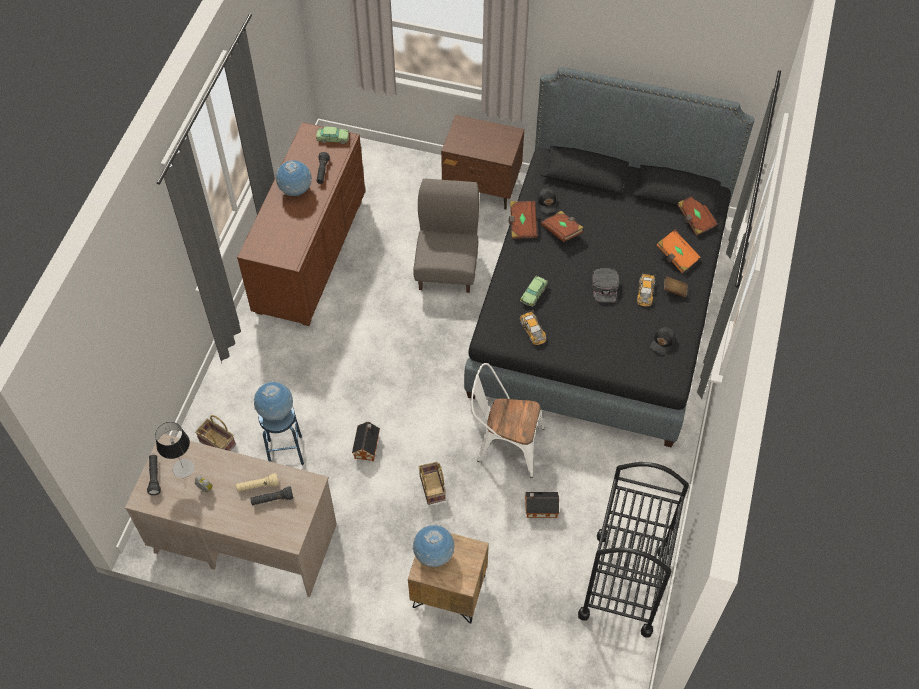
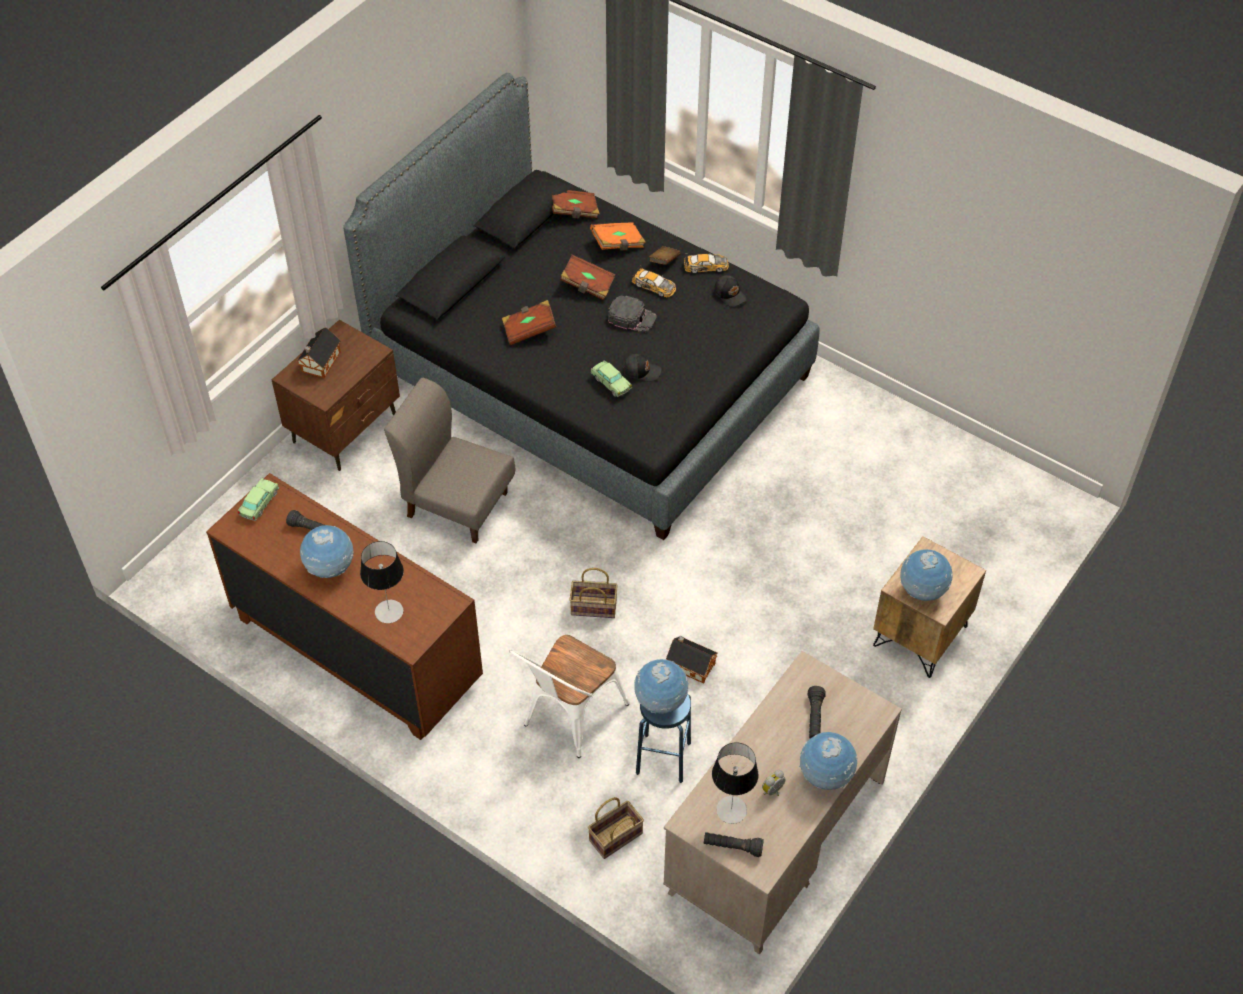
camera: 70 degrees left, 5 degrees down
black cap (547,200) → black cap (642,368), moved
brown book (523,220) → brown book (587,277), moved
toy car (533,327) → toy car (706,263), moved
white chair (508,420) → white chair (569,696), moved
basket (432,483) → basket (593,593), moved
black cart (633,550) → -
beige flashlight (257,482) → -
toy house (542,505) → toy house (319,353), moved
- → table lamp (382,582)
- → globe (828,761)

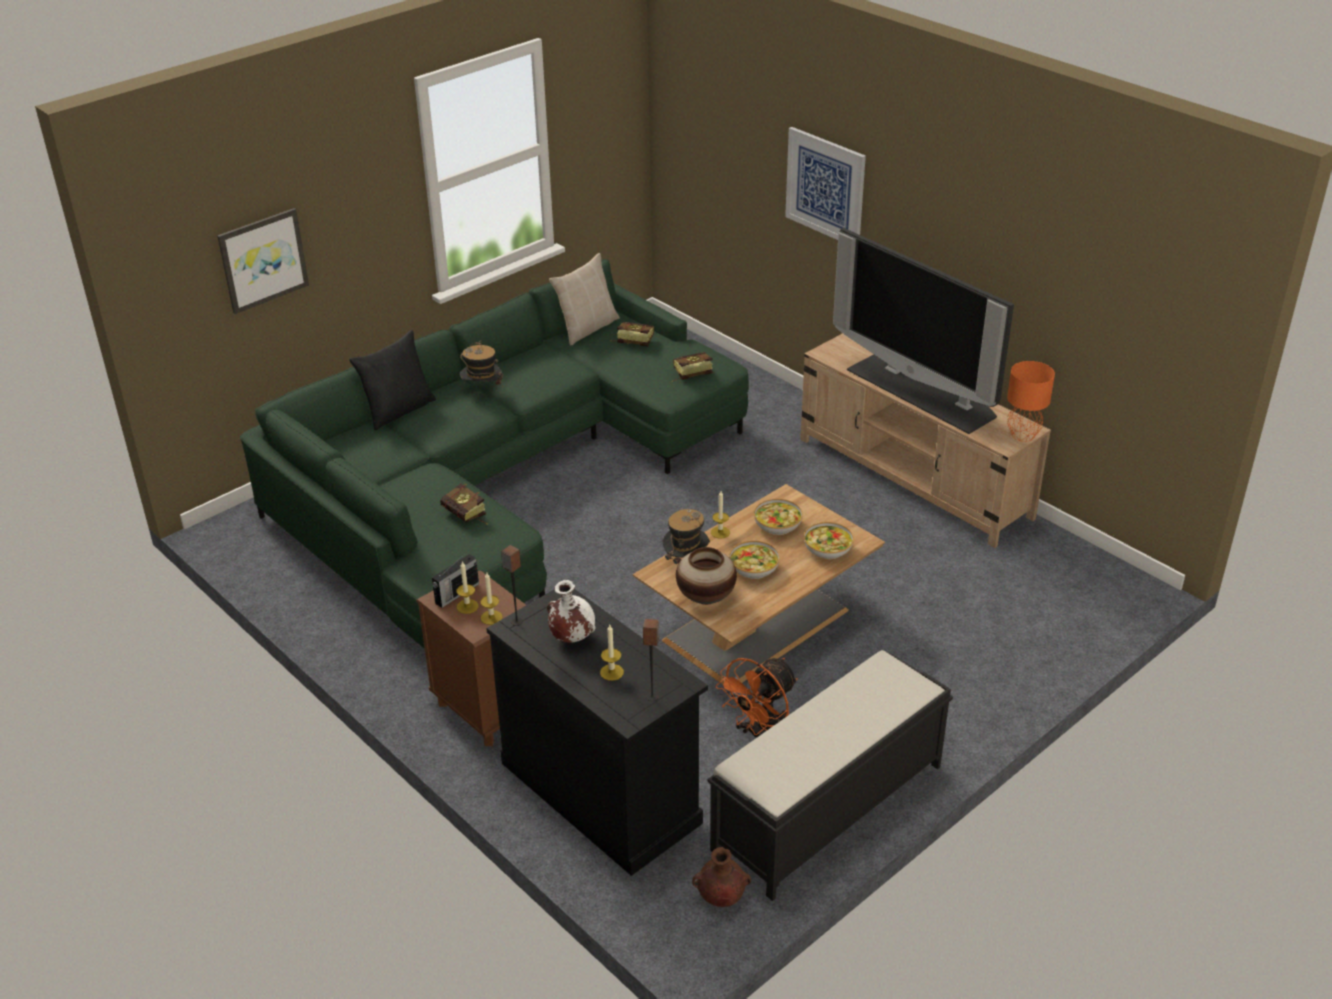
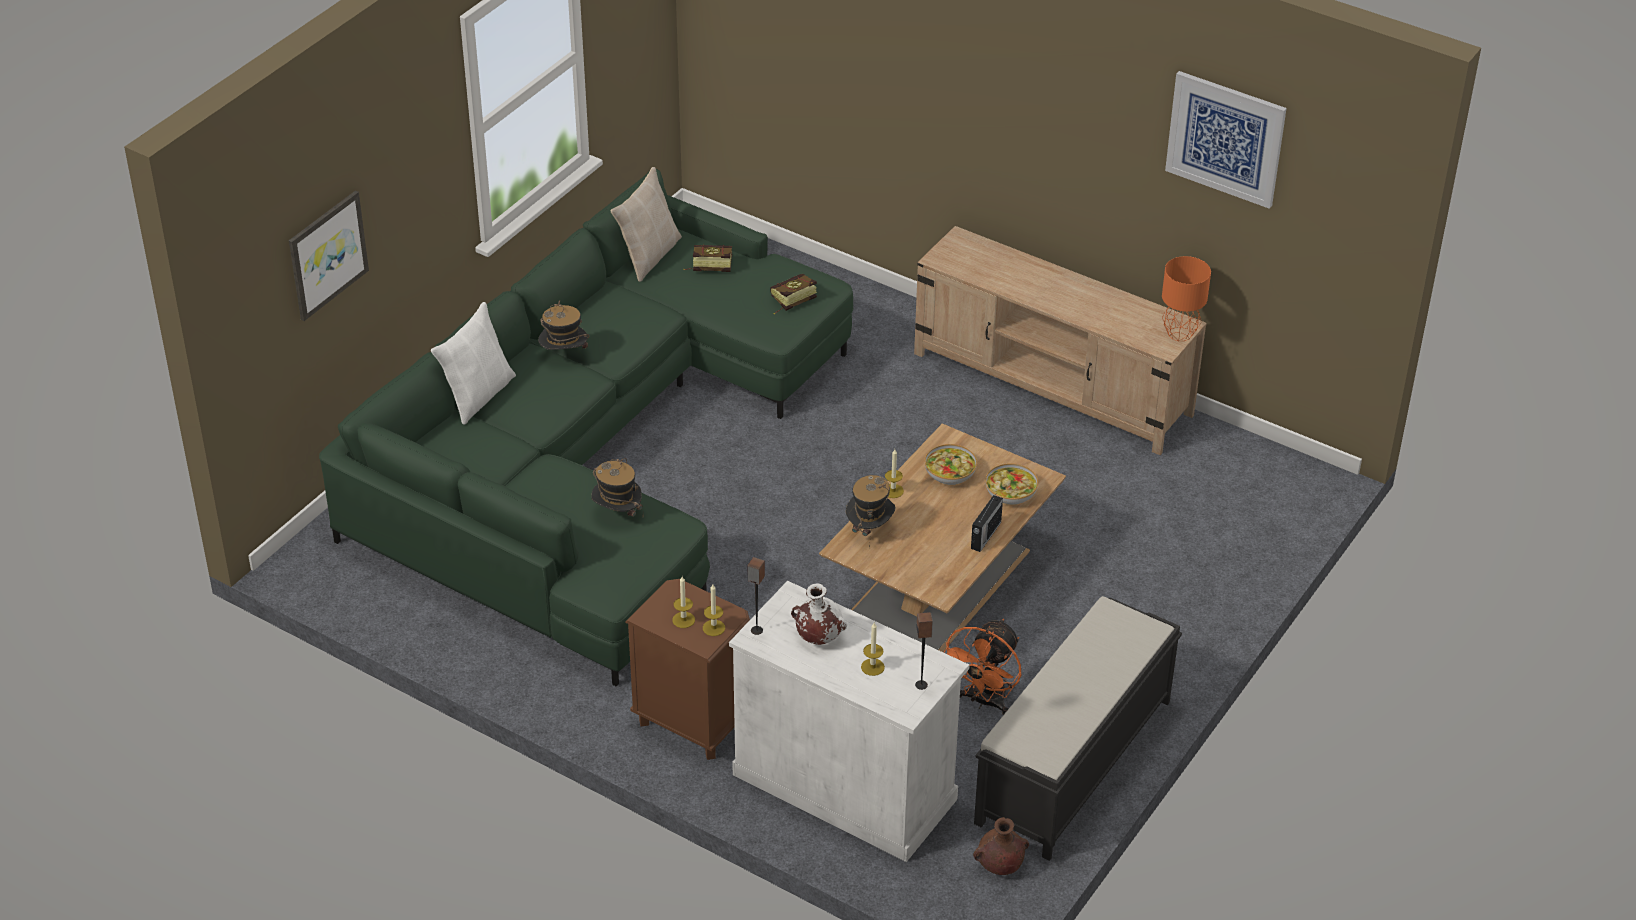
camera: 15 degrees left, 5 degrees up
picture (825,183) → picture (1226,140), moved
television (923,331) → -
black pillow (392,380) → white pillow (473,363)
book (464,504) → hat (617,487)
bowl (754,560) → -
vase (706,576) → -
radio (455,580) → radio (987,523), moved
black cabinet (597,732) → white cabinet (849,721)

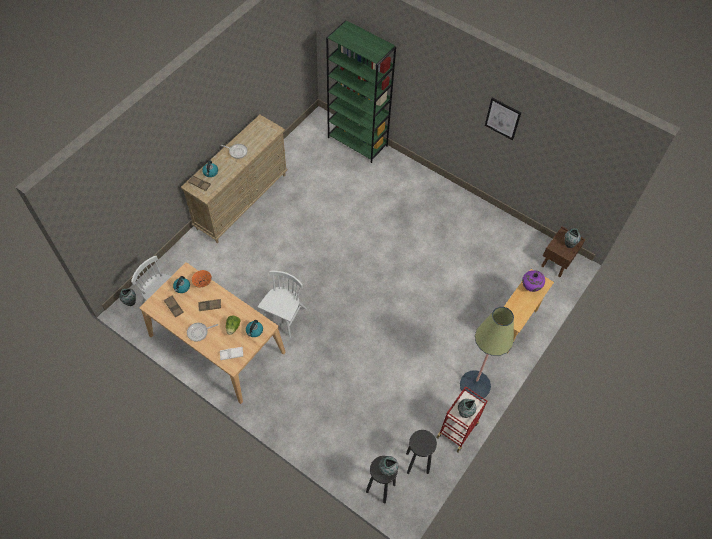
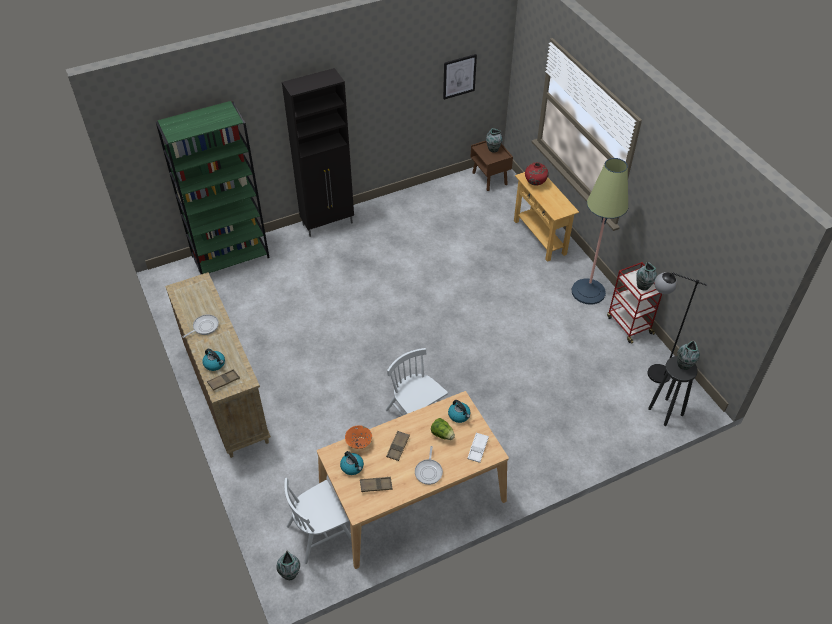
camera: 60 degrees left, 10 degrees down
picture (503,119) → picture (460,77), moved
purple vase (533,281) → red vase (537,174)
black stool (421,452) → black floor lamp (677,327)
- → black cabinet (318,152)

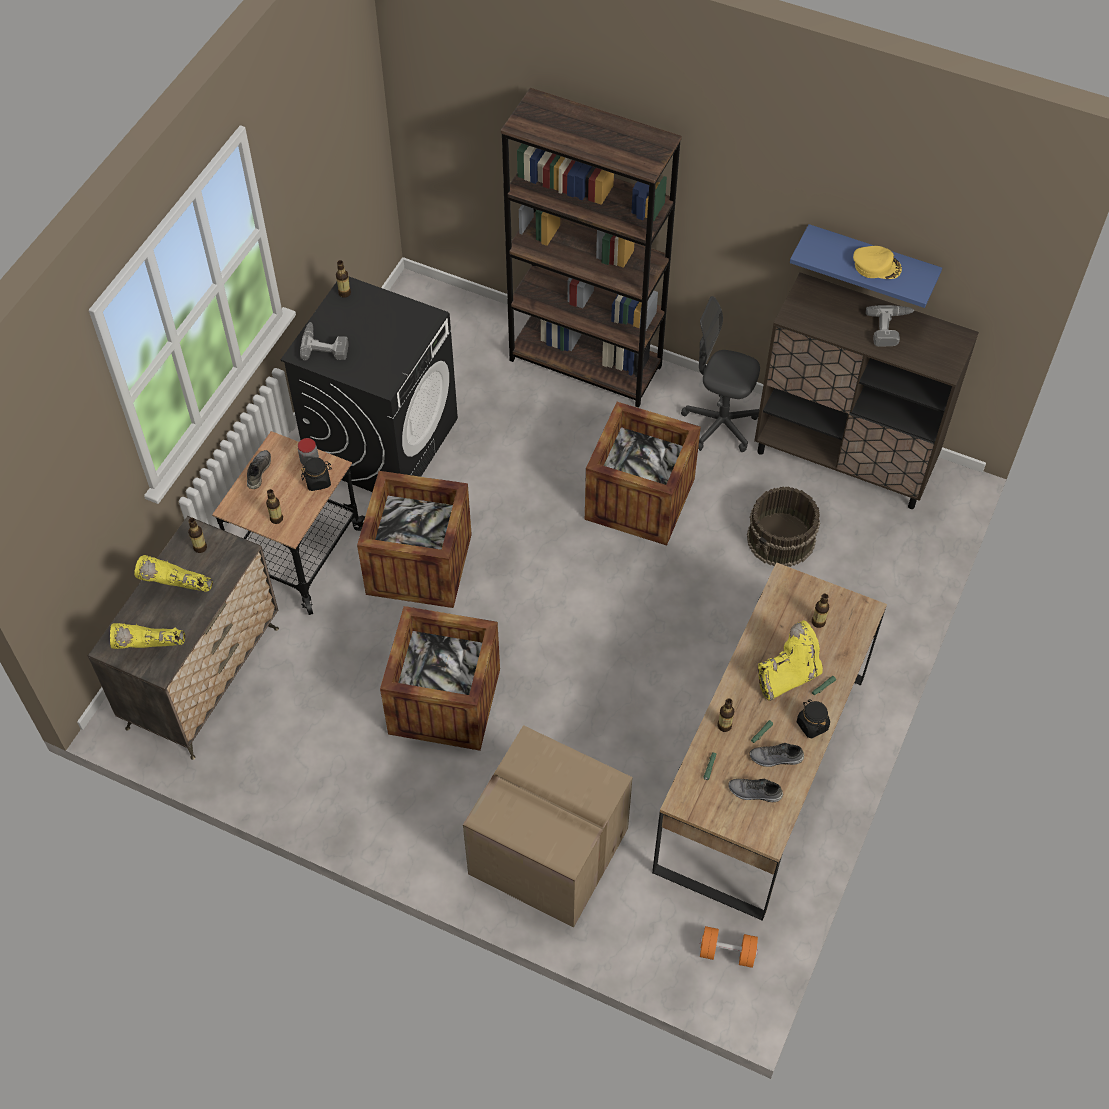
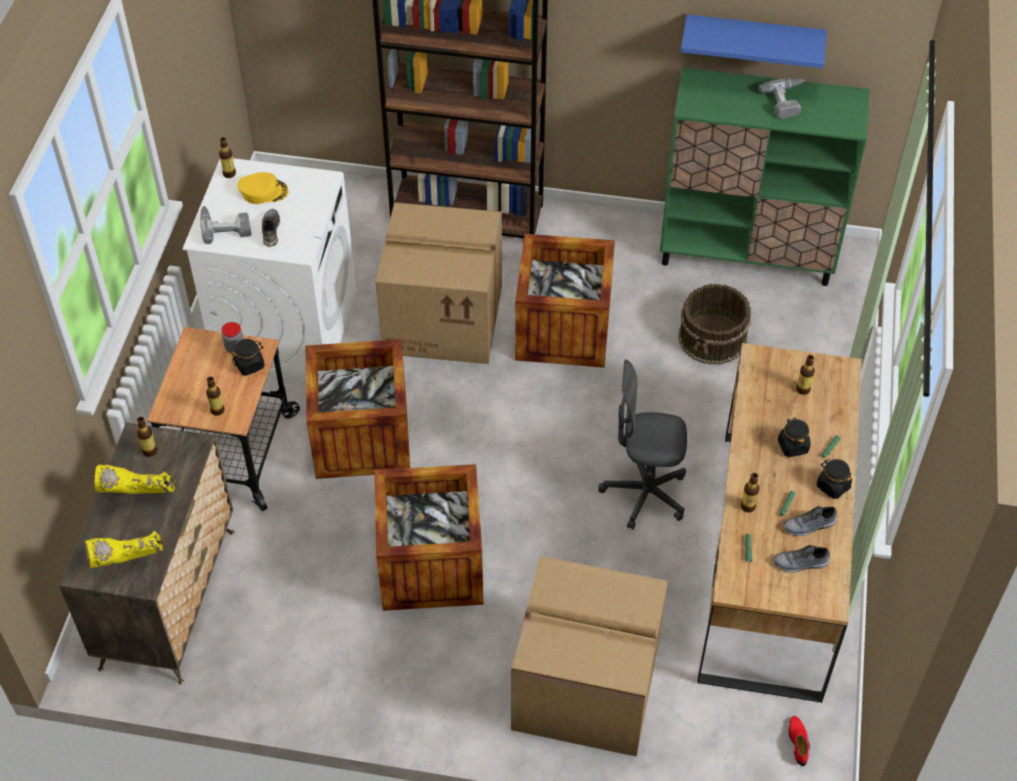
camera: 15 degrees left, 5 degrees down
yellow cap (877,262) → yellow cap (263,188), moved
brown cabinet (866,390) → green cabinet (765,177)
black washing machine (369,384) → white washing machine (269,269)
grey office chair (720,374) → grey office chair (642,444), moved
grey shoe (259,469) → grey shoe (271,228), moved
yellow boot (790,660) → black jar (794,437)
orange dumbbell (729,947) → red shoe (799,741)
- → cardboard box (438,283)

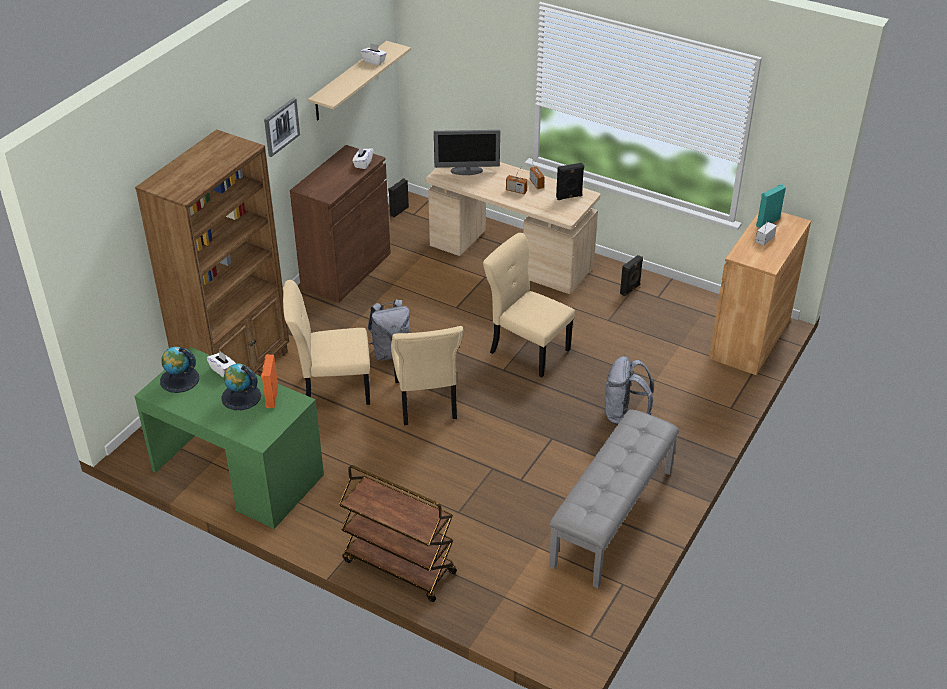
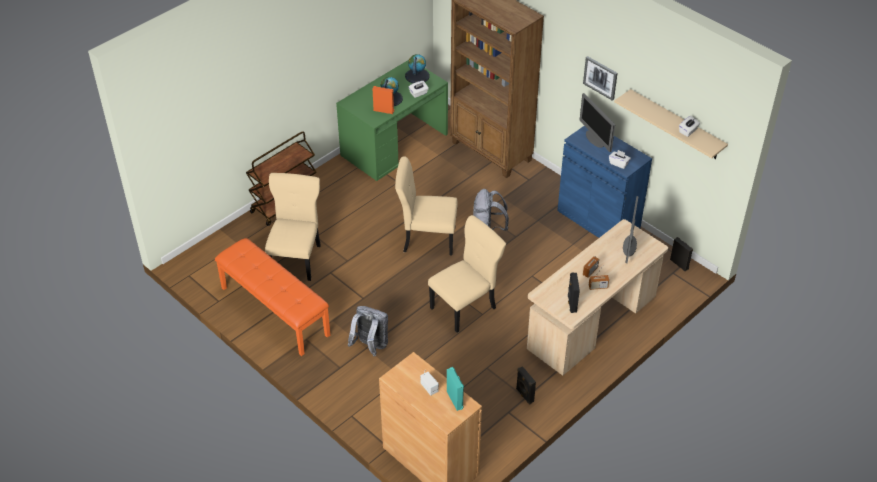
camera: 105 degrees right, 5 degrees up
brown cabinet (340,223) → blue cabinet (604,182)
beige chair (326,342) → beige chair (293,227), moved
grey bench (614,498) → orange bench (272,297)
- → monitor (597,122)

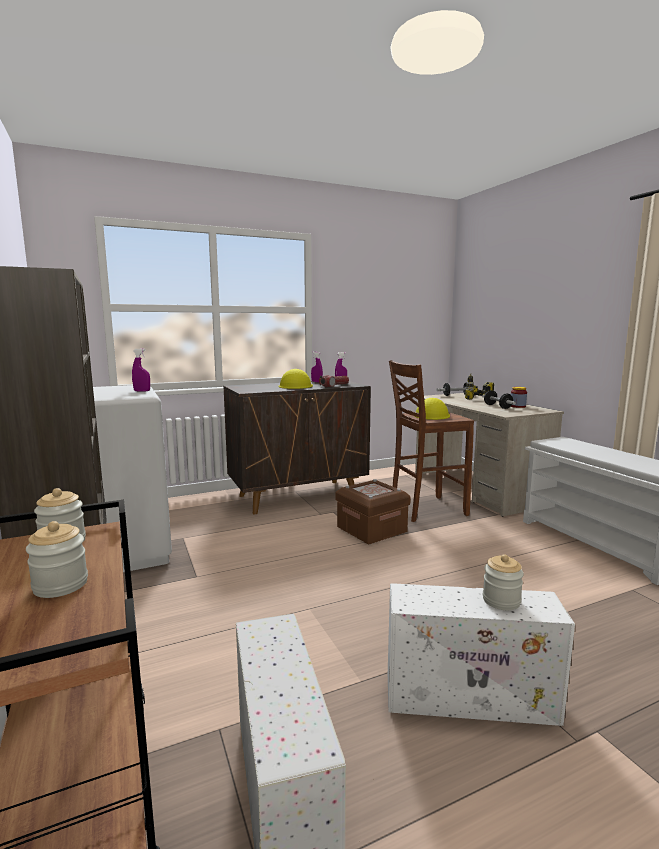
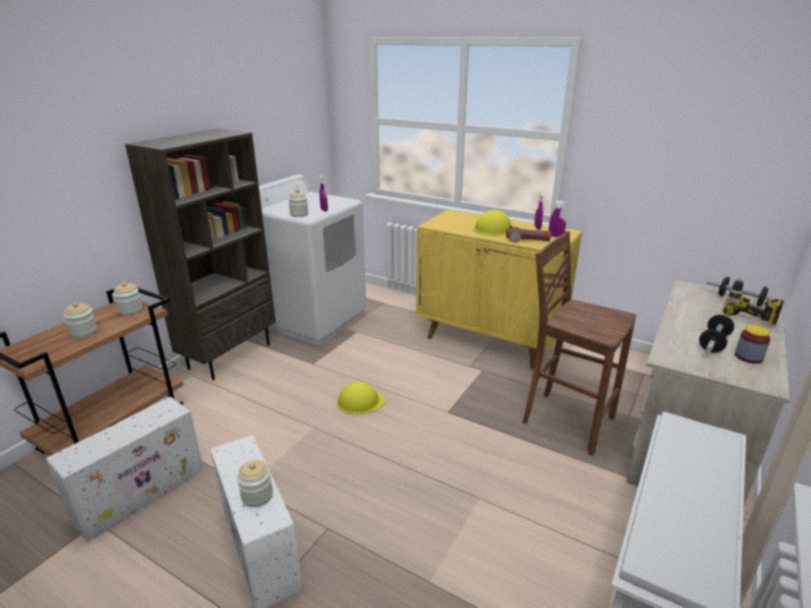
camera: 55 degrees right, 15 degrees up
brown cabinet (297,447) → yellow cabinet (499,289)
yellow hard hat (432,409) → yellow hard hat (360,398), moved
brown storage box (373,511) → -
- → jar (298,203)

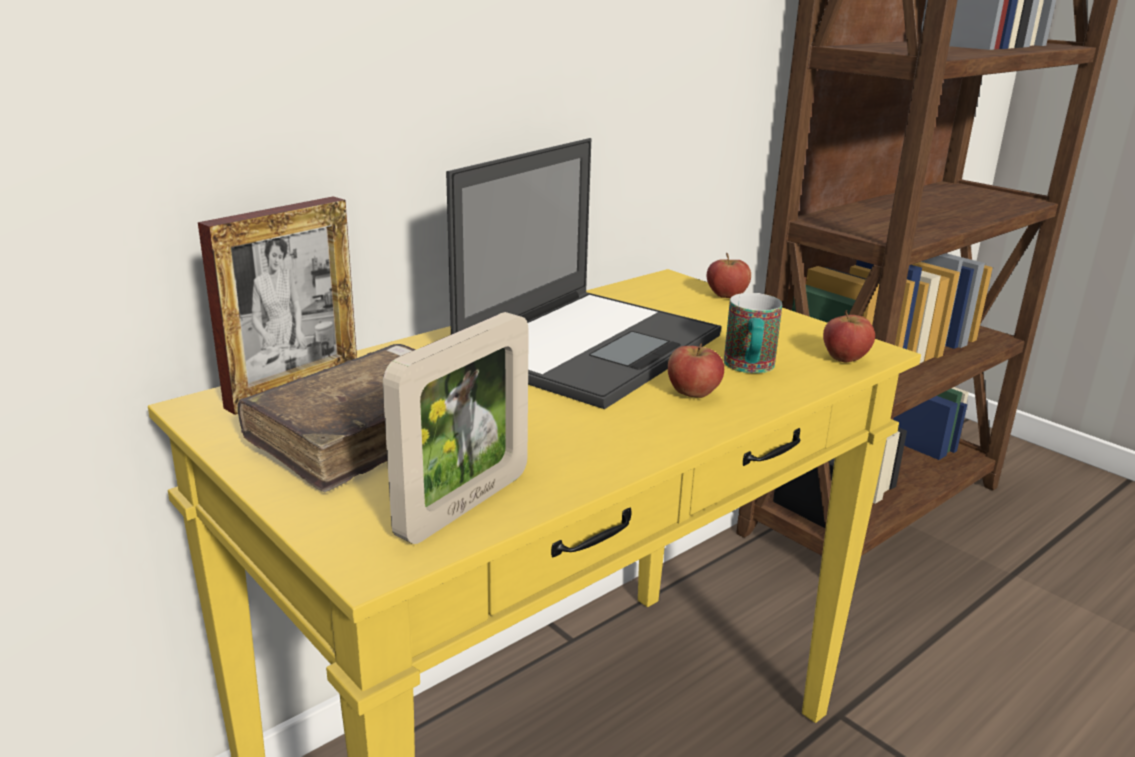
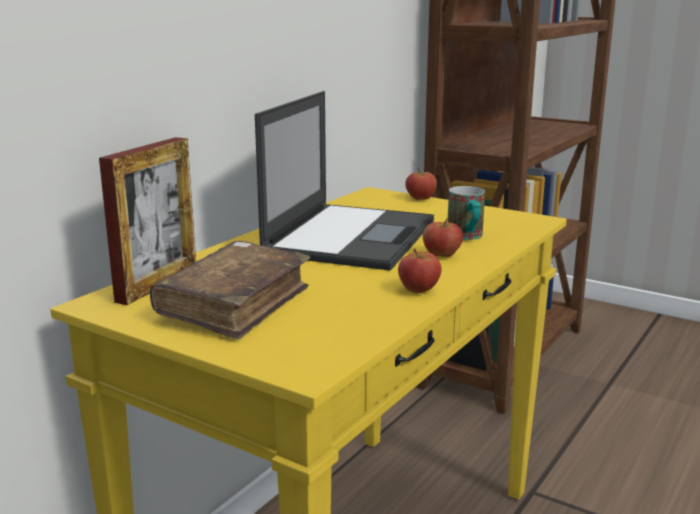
camera: 15 degrees left, 5 degrees down
apple (849,336) → apple (420,270), moved
picture frame (456,428) → -

